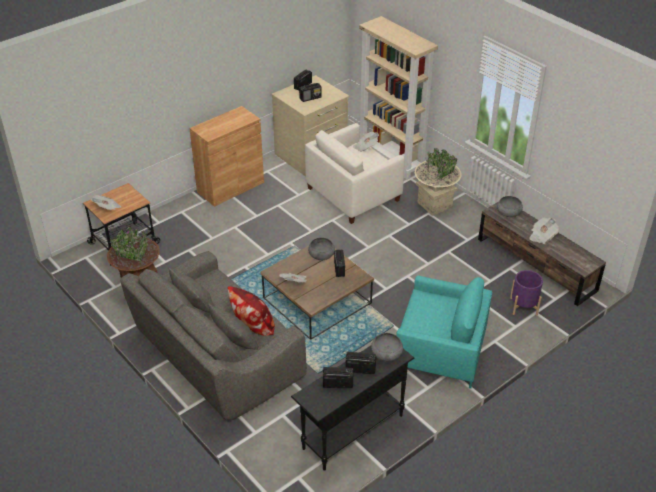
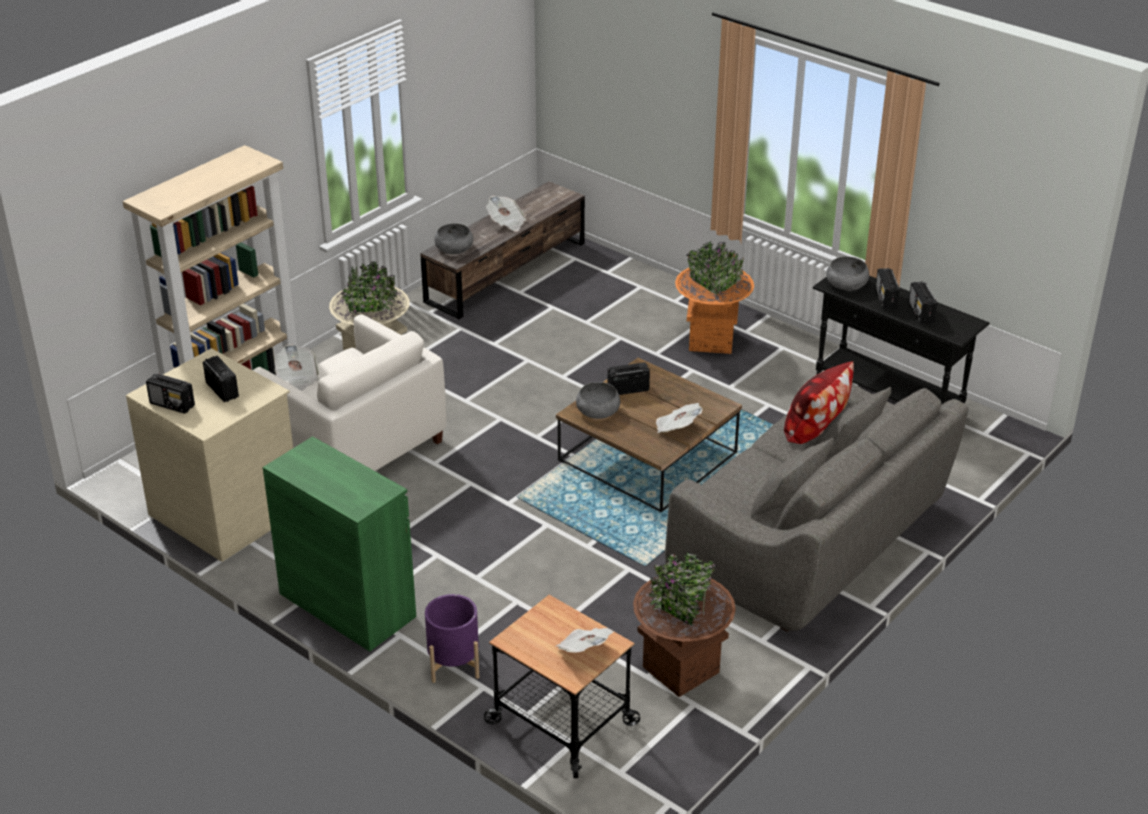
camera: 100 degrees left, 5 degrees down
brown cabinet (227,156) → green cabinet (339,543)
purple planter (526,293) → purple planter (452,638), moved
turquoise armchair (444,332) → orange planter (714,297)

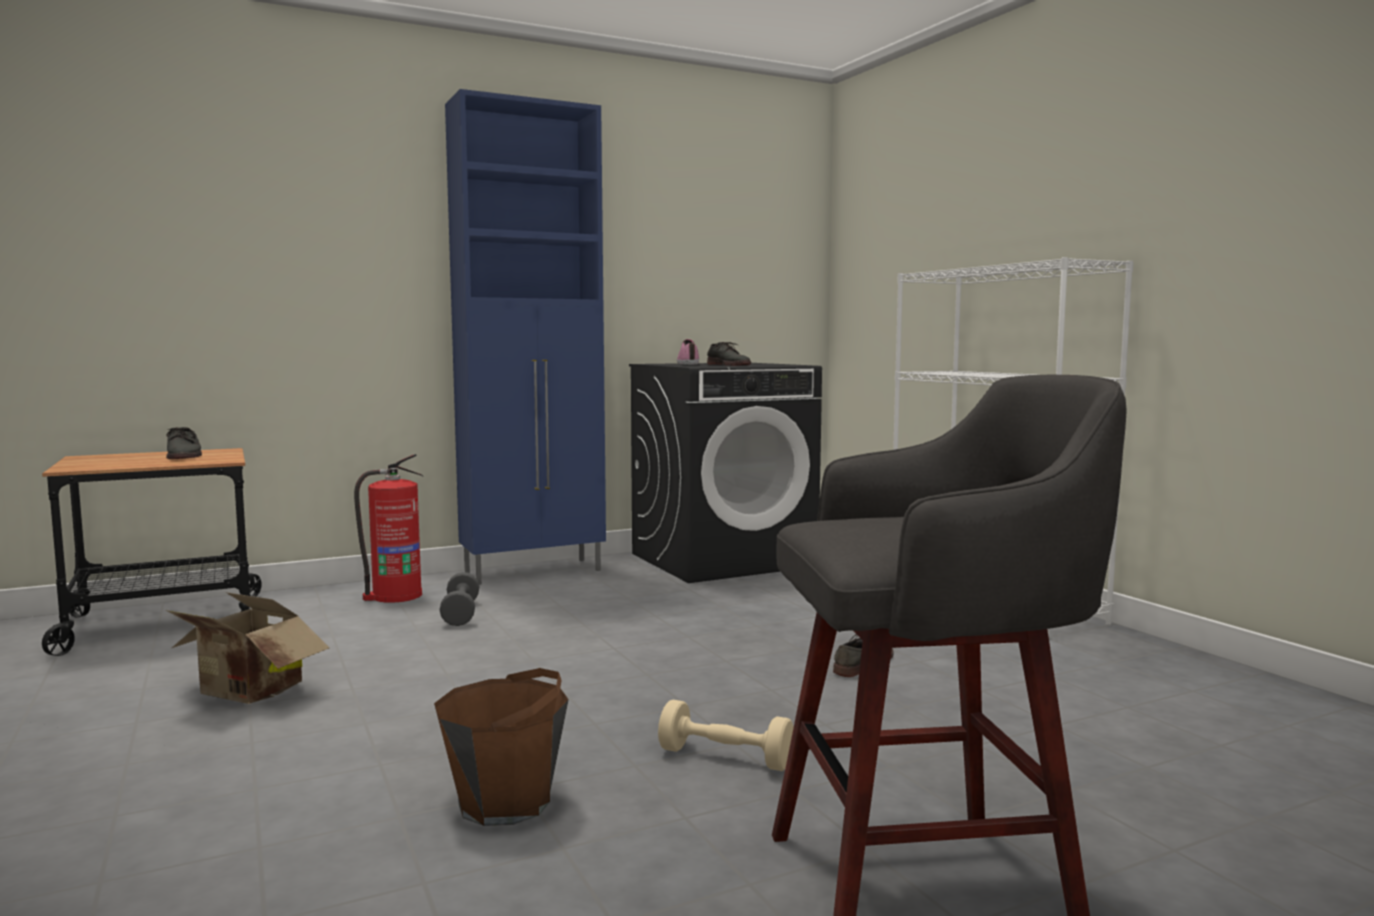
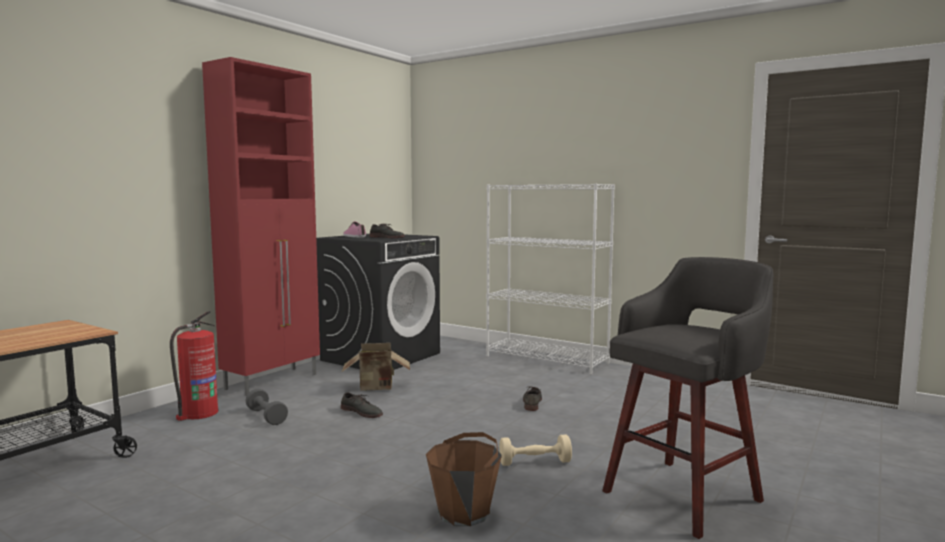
camera: 30 degrees left, 0 degrees up
blue cabinet (525,337) → red cabinet (261,226)
grey shoe (184,443) → grey shoe (362,405), moved
cardboard box (247,648) → cardboard box (376,367), moved

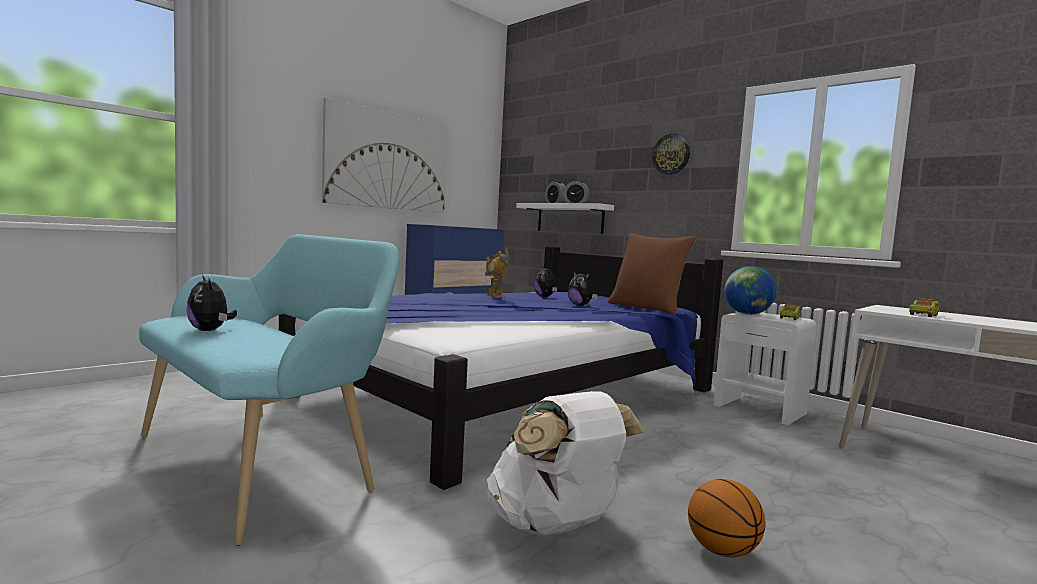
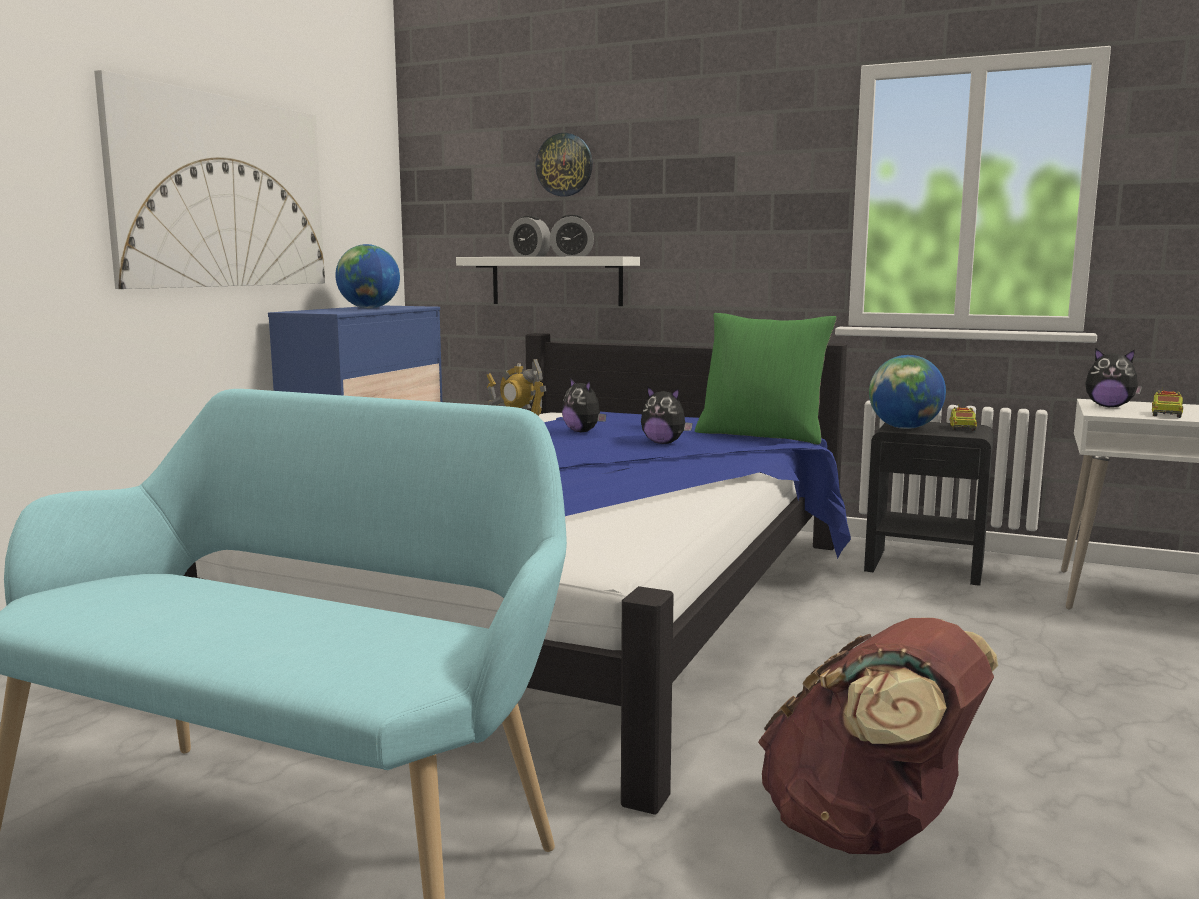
camera: 20 degrees left, 5 degrees up
wall clock (671,154) → wall clock (564,165), moved
brown pillow (652,274) → green pillow (766,378)
plush toy (211,303) → plush toy (1113,378), moved
white nightstand (765,368) → black nightstand (929,504)
white backpack (565,463) → brown backpack (878,736)
basketball (727,518) → -
- → globe (367,276)

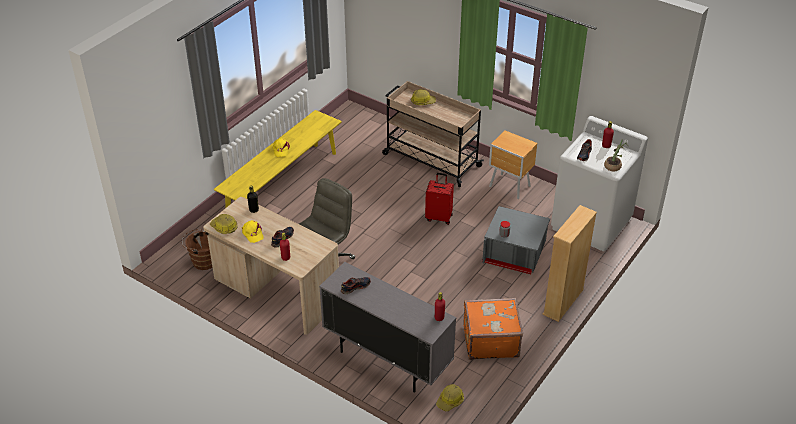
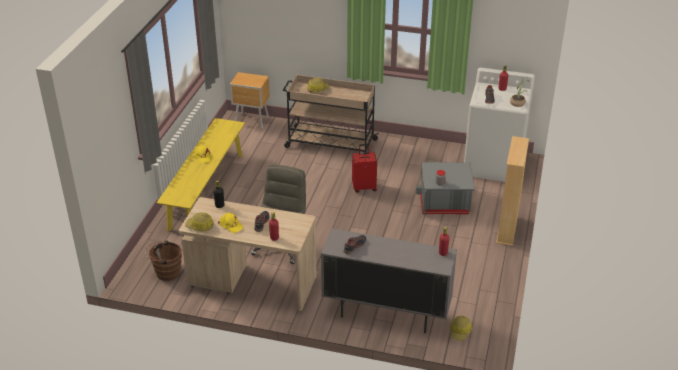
camera: 20 degrees left, 5 degrees down
brown nightstand (513,164) → brown nightstand (250,100), moved
orange suitcase (493,329) → -

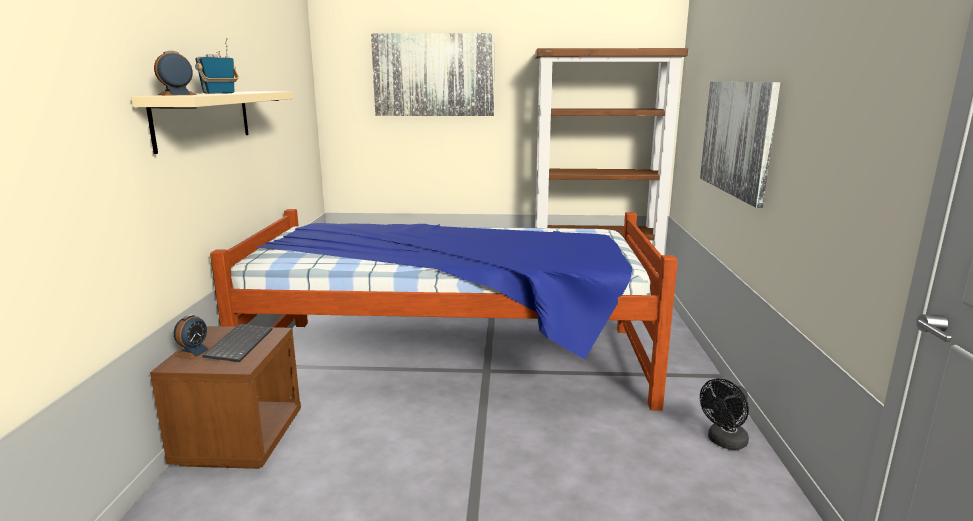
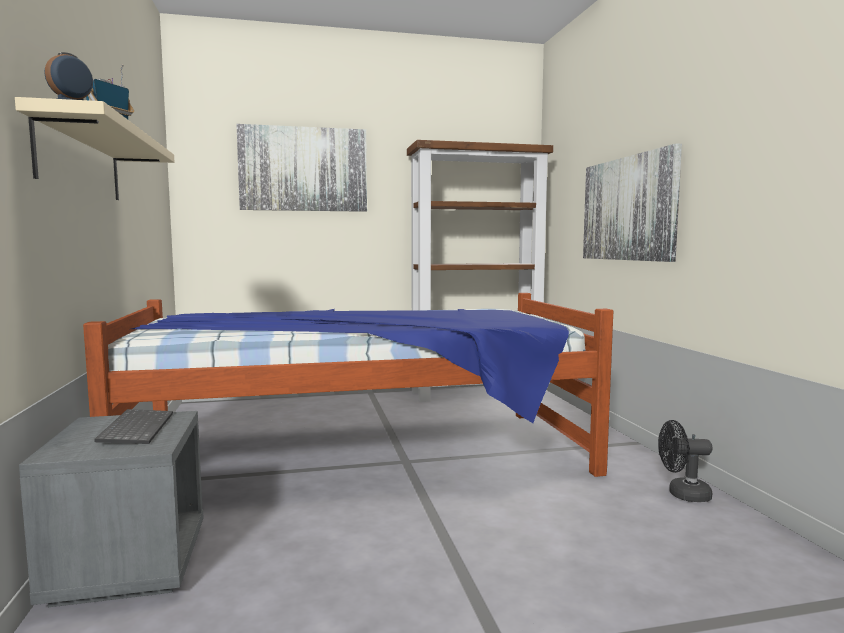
camera: 15 degrees left, 10 degrees down
alarm clock (193,337) → -
brown nightstand (225,397) → grey nightstand (111,509)
black fan (724,414) → black fan (685,461), 60 degrees clockwise

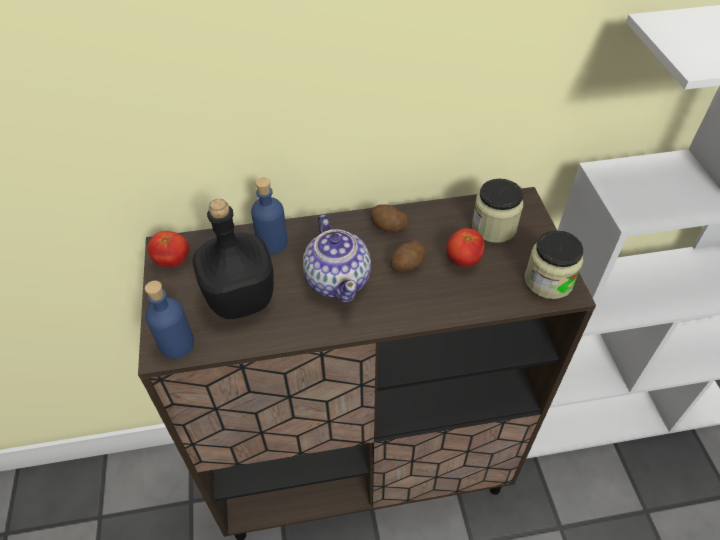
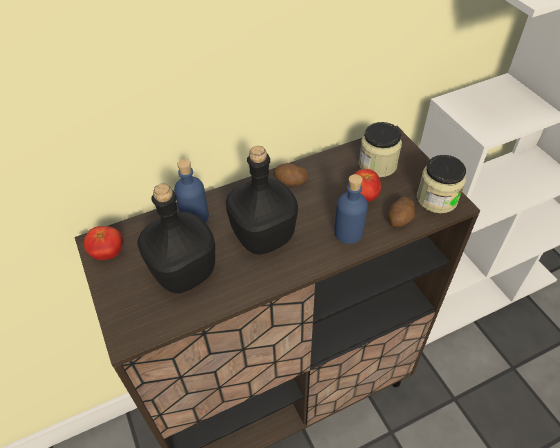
camera: 15 degrees left, 0 degrees up
teapot (337,258) → black bottle (262,200)
potato (407,256) → potato (401,212), moved
blue bottle (169,320) → blue bottle (351,209), moved

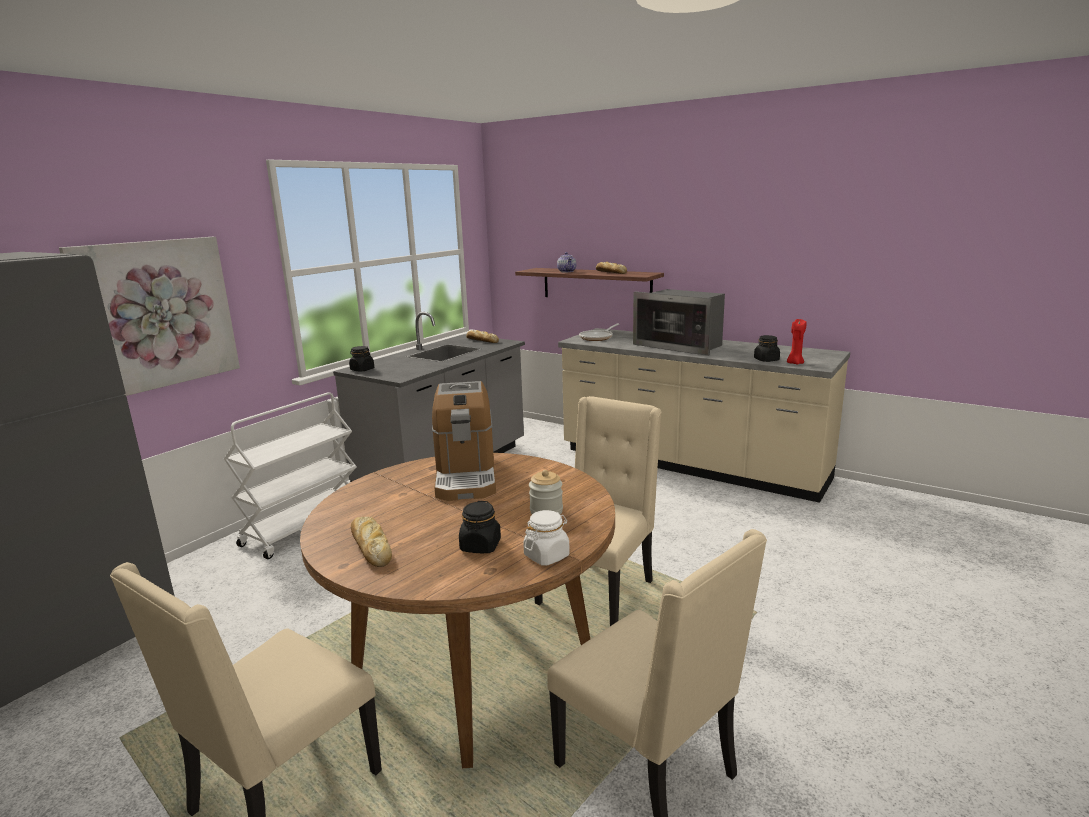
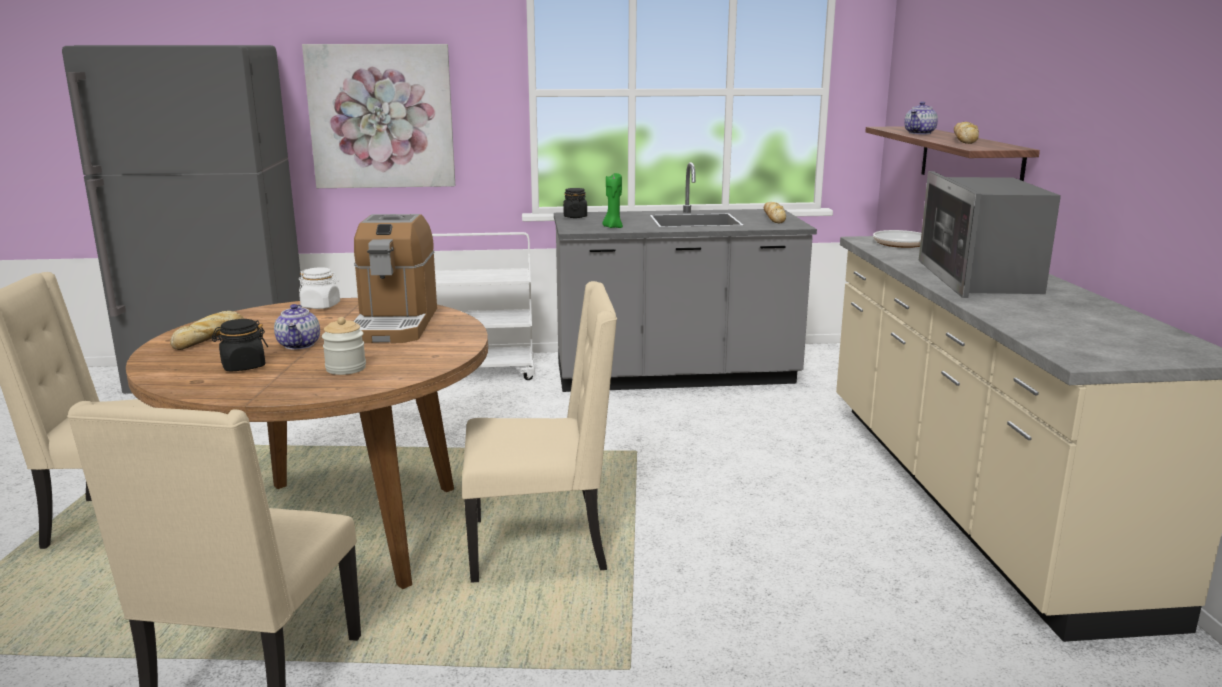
camera: 50 degrees right, 0 degrees up
red candle (797,341) → -
black jar (767,348) → -
coffee machine (464,441) → coffee machine (395,278), 45 degrees counterclockwise
white jar (546,538) → white jar (319,288), moved
- → green candle (612,200)
- → teapot (297,326)

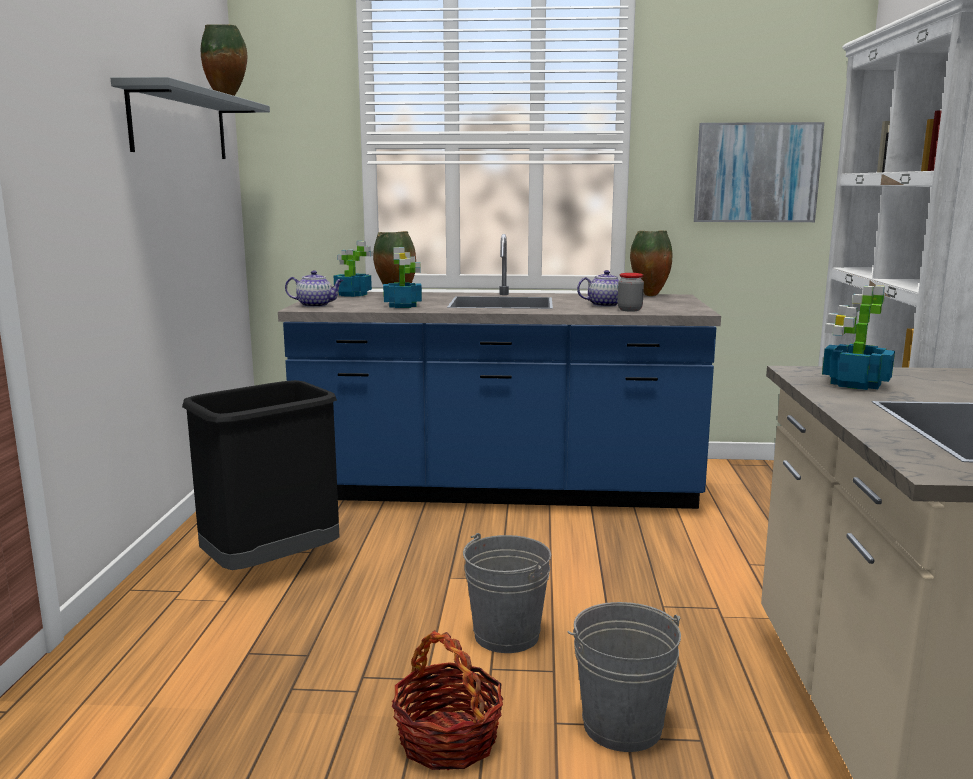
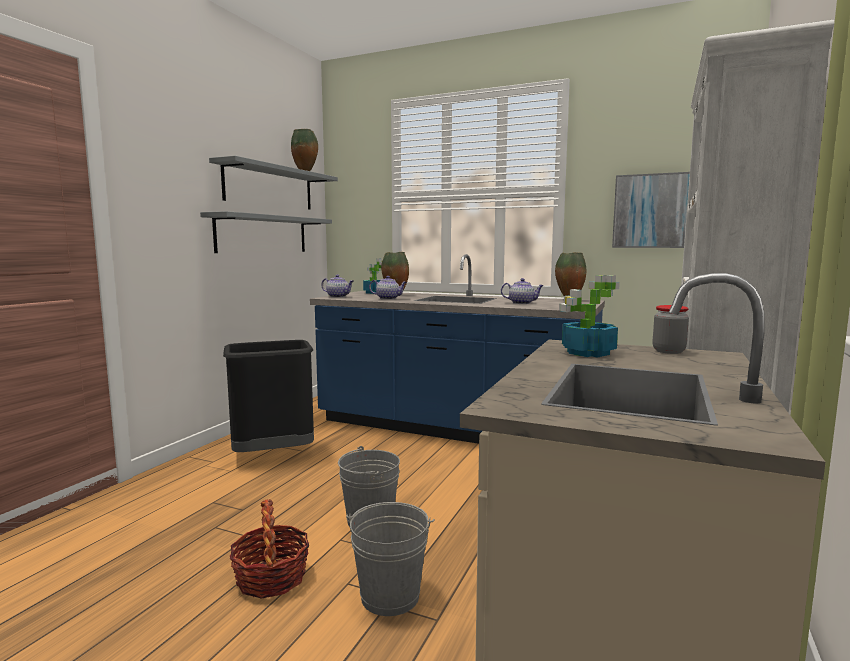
camera: 20 degrees right, 5 degrees down
potted plant (402,277) → teapot (388,287)
jar (630,292) → jar (671,329), moved
- → grey shelf (266,232)

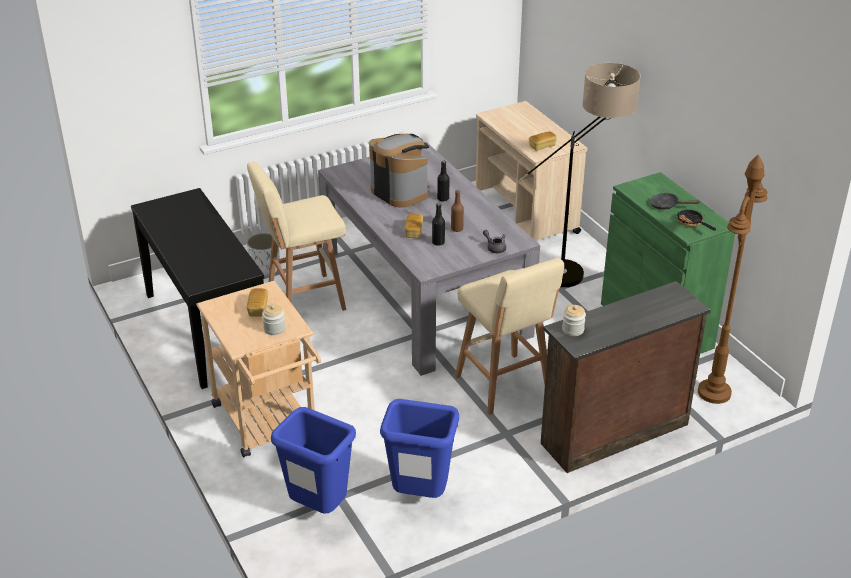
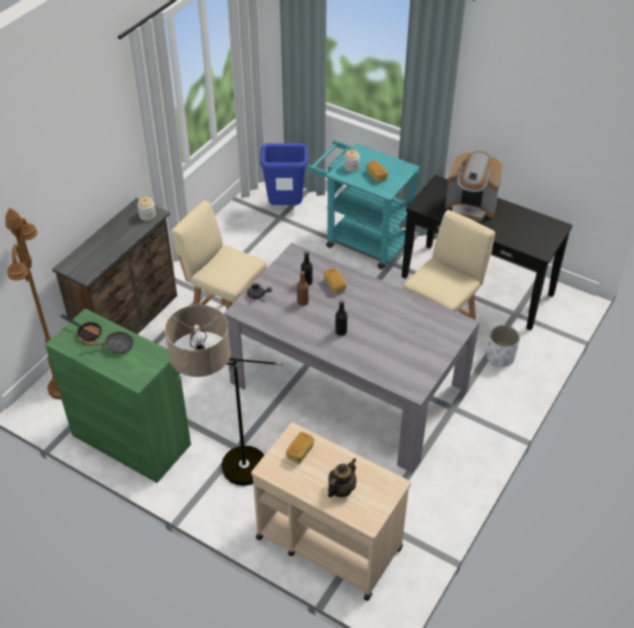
camera: 150 degrees right, 10 degrees up
coffee machine (399,171) → coffee machine (474,186), moved
beige cart (258,369) → turquoise cart (363,204)
blue trash can (419,448) → -
- → teapot (342,477)

